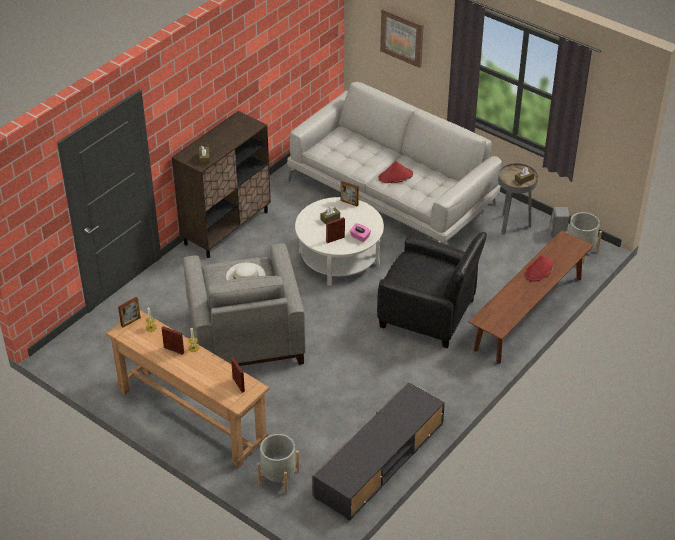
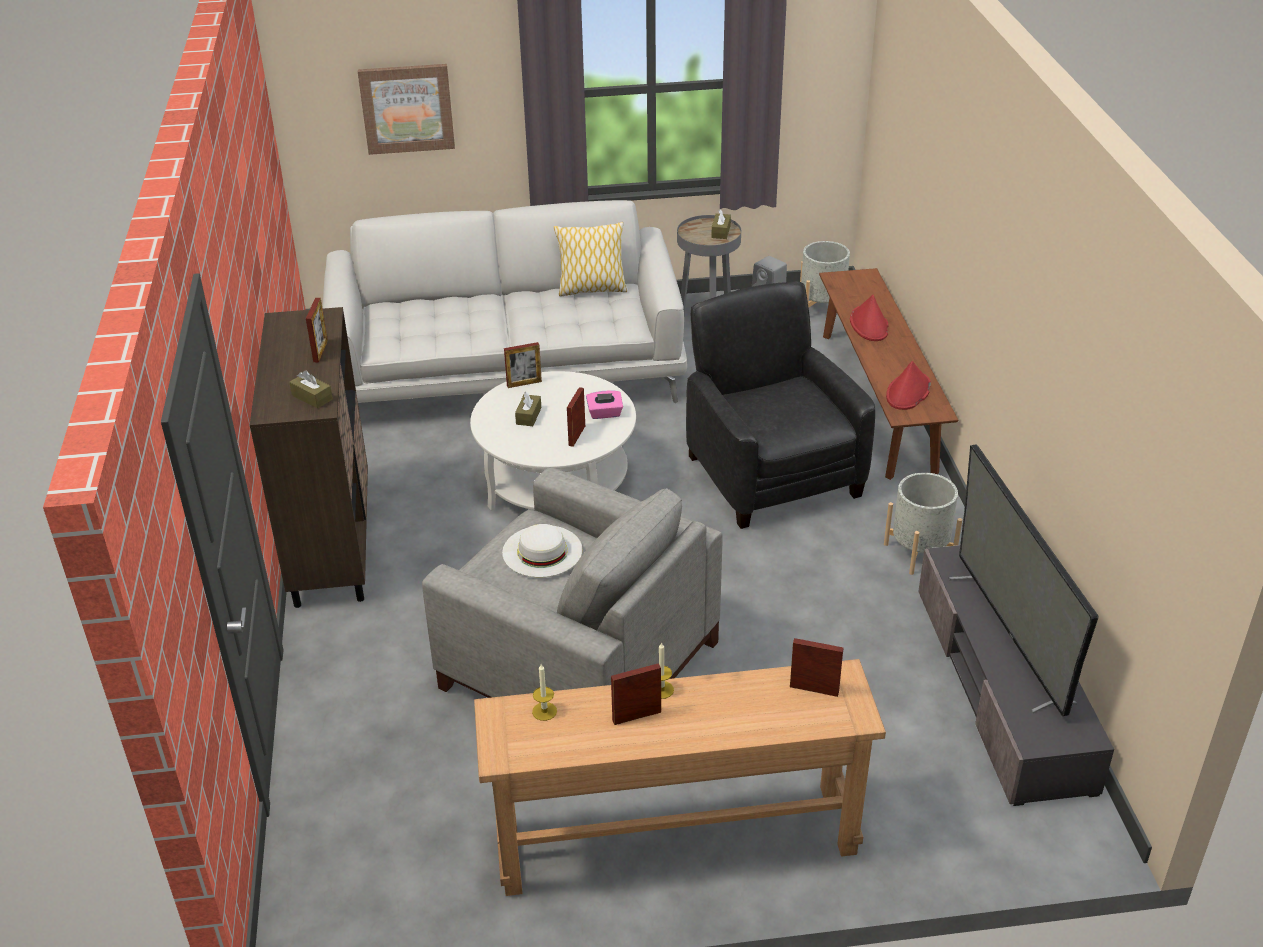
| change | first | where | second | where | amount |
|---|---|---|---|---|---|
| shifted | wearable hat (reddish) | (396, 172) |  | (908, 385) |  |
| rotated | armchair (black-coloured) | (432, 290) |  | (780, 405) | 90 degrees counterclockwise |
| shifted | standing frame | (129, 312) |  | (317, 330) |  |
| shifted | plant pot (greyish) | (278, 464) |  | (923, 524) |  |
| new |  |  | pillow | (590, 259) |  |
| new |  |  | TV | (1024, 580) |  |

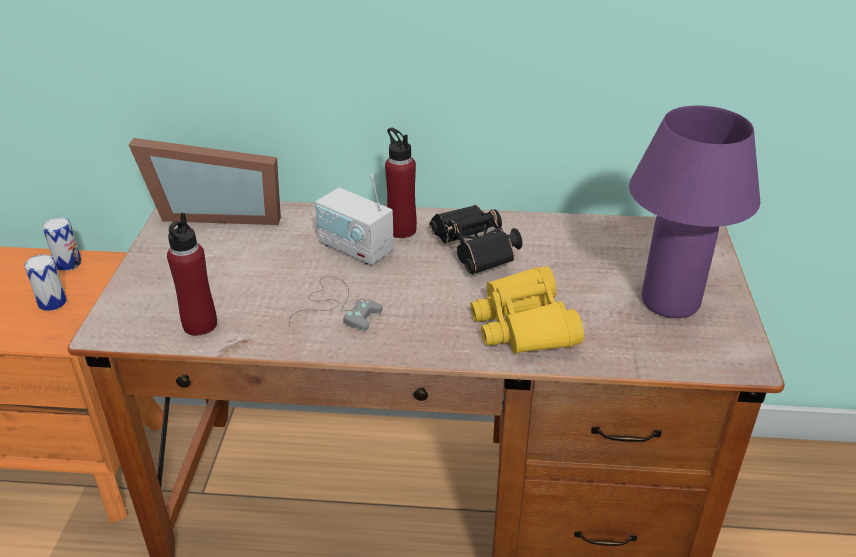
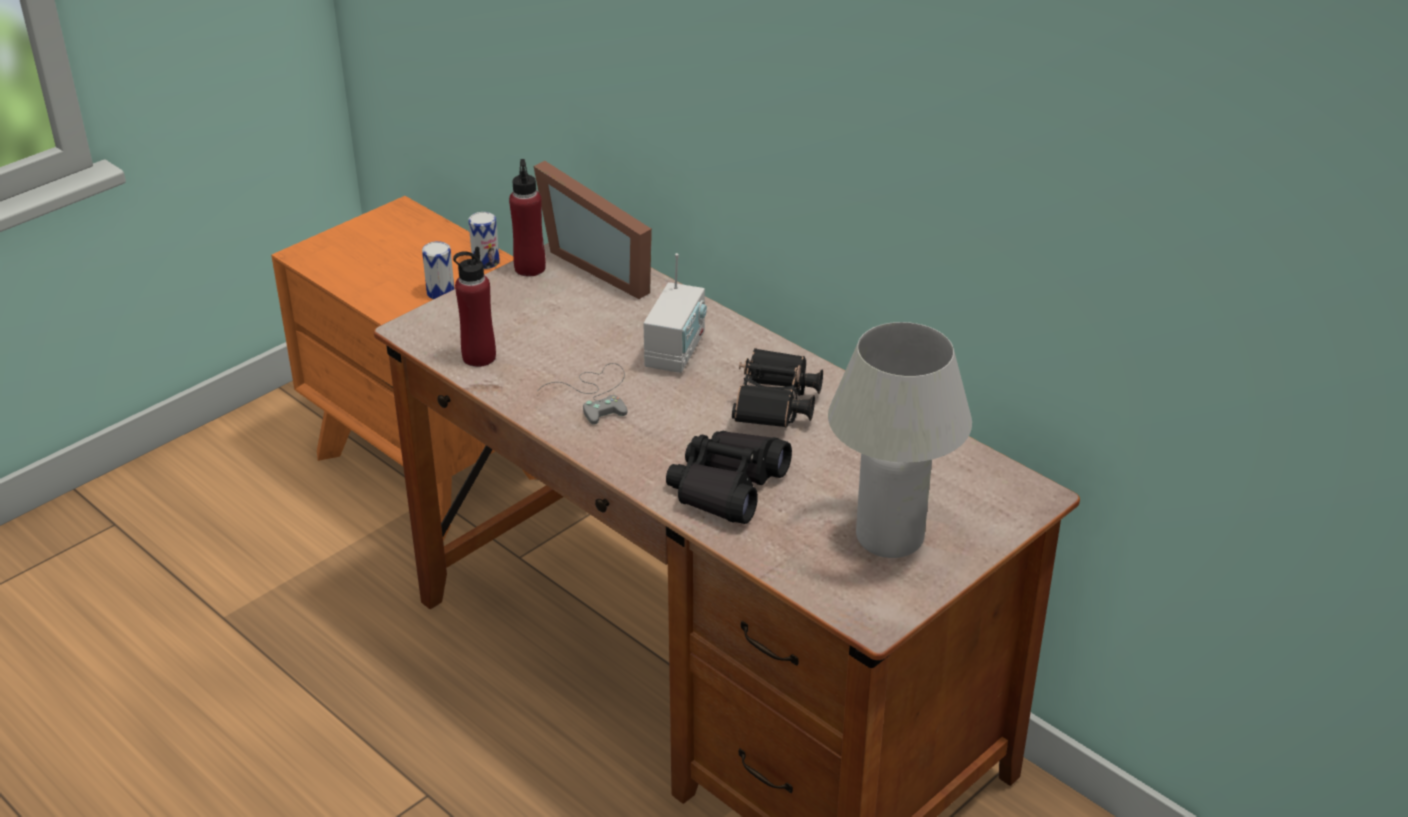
| change | first | where | second | where | amount |
|---|---|---|---|---|---|
| repainted | table lamp (purple-coloured) | (694, 211) | table lamp (white) | (900, 440) |  |
| shifted | bottle (reddish) | (401, 183) |  | (527, 218) |  |
| rotated | radio set | (354, 219) |  | (675, 313) | 150 degrees counterclockwise |
| repainted | field glasses (yellow-coloured) | (527, 310) | field glasses (black-coloured) | (729, 477) |  |

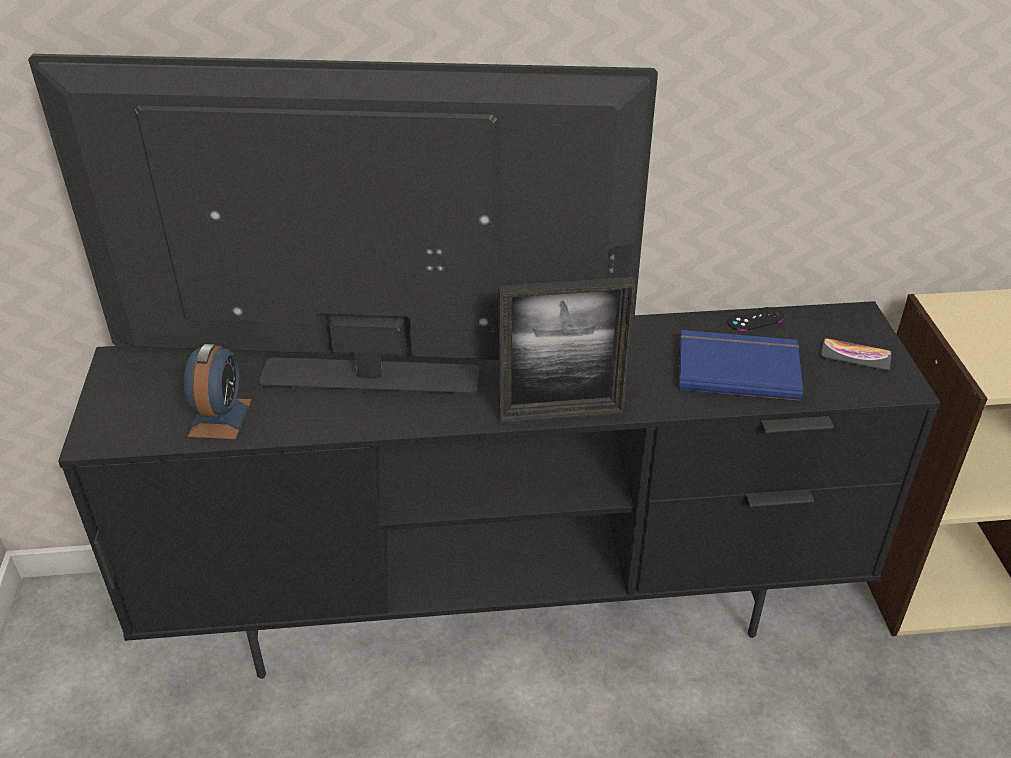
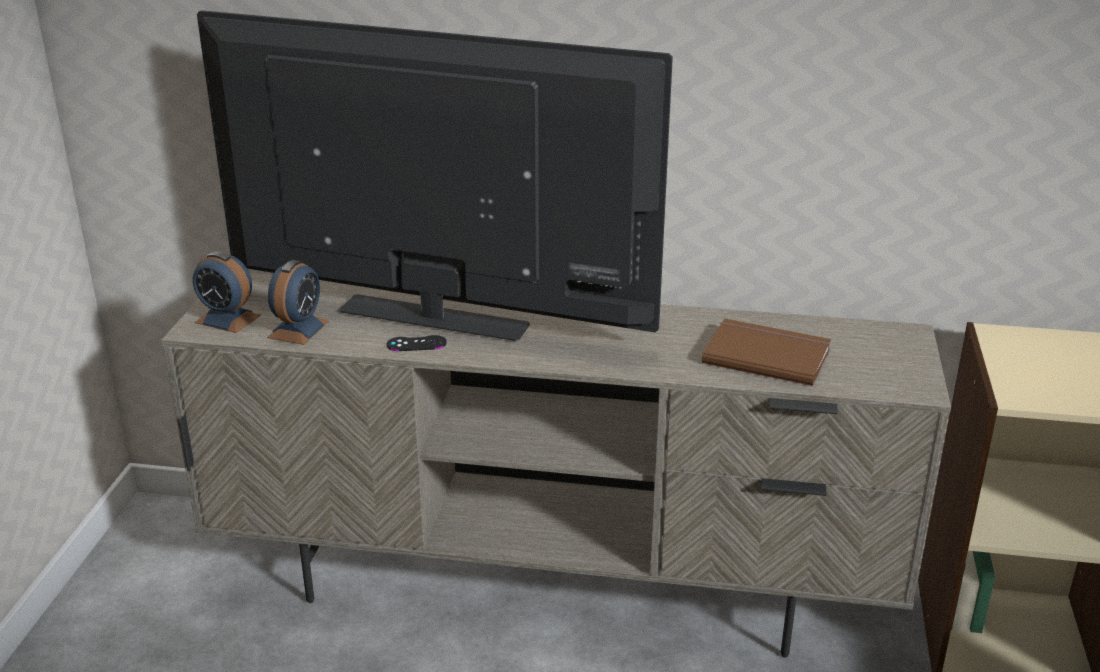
| change | first | where | second | where | amount |
|---|---|---|---|---|---|
| gone | standing frame | (566, 350) |  |  |  |
| repainted | tv unit (black-coloured) | (499, 490) | tv unit (beige-coloured) | (556, 465) |  |
| shifted | game controller (black-coloured) | (755, 319) |  | (417, 343) |  |
| repainted | book (bluish) | (741, 365) | book (brown-coloured) | (766, 352) |  |
| gone | phone | (856, 354) |  |  |  |
| new |  |  | bedside clock | (227, 292) |  |

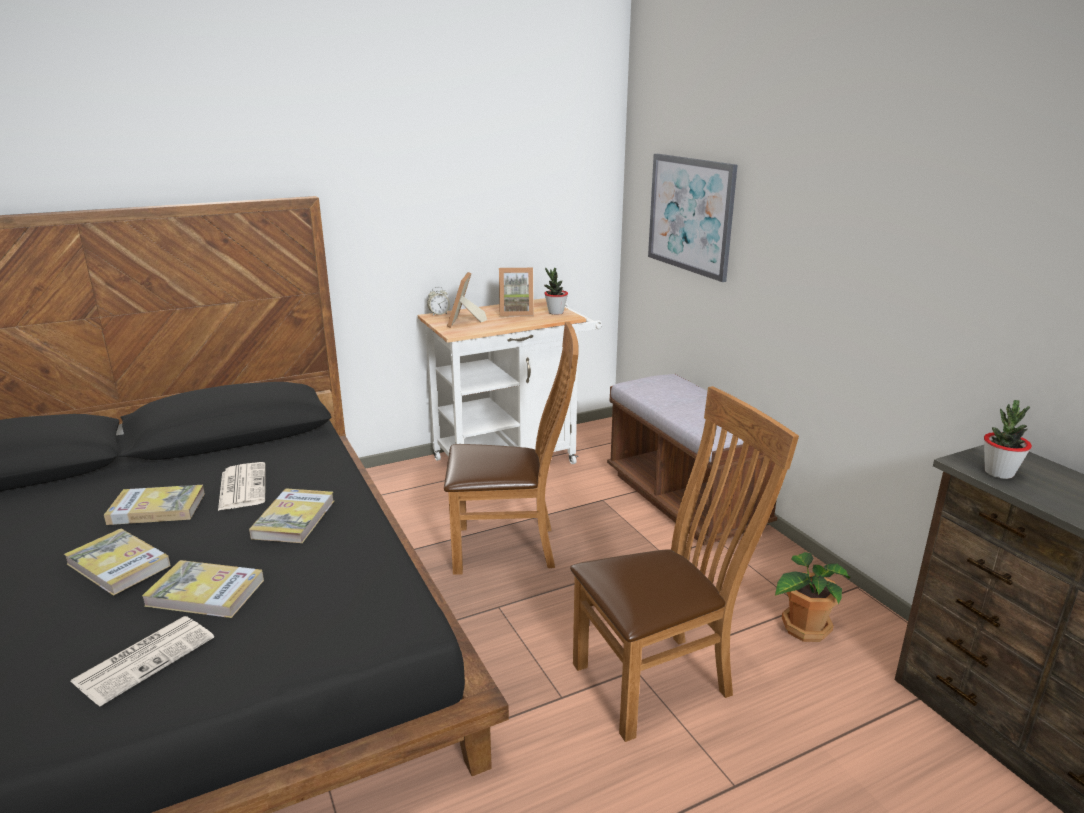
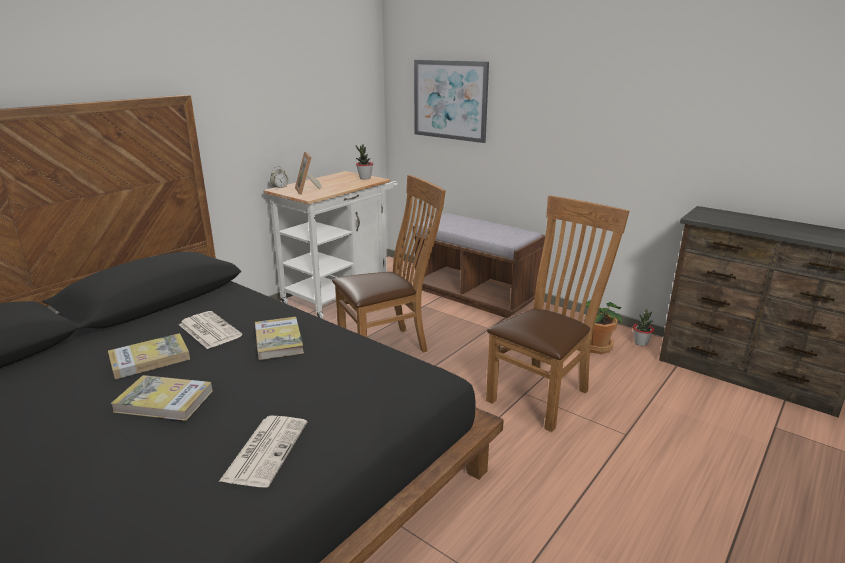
| change | first | where | second | where | amount |
|---|---|---|---|---|---|
| gone | standing frame | (516, 292) |  |  |  |
| shifted | potted plant | (1008, 439) |  | (643, 327) |  |
| gone | book | (203, 589) |  |  |  |

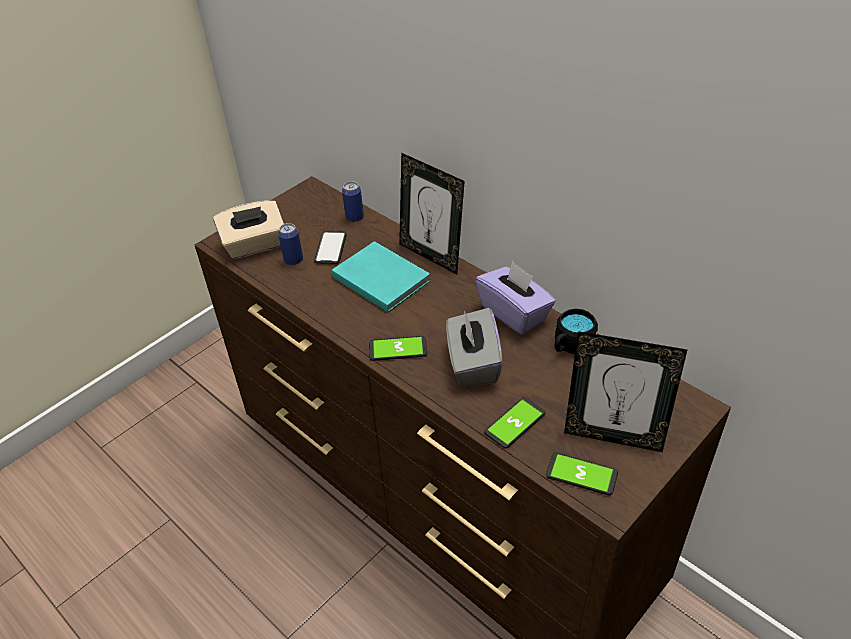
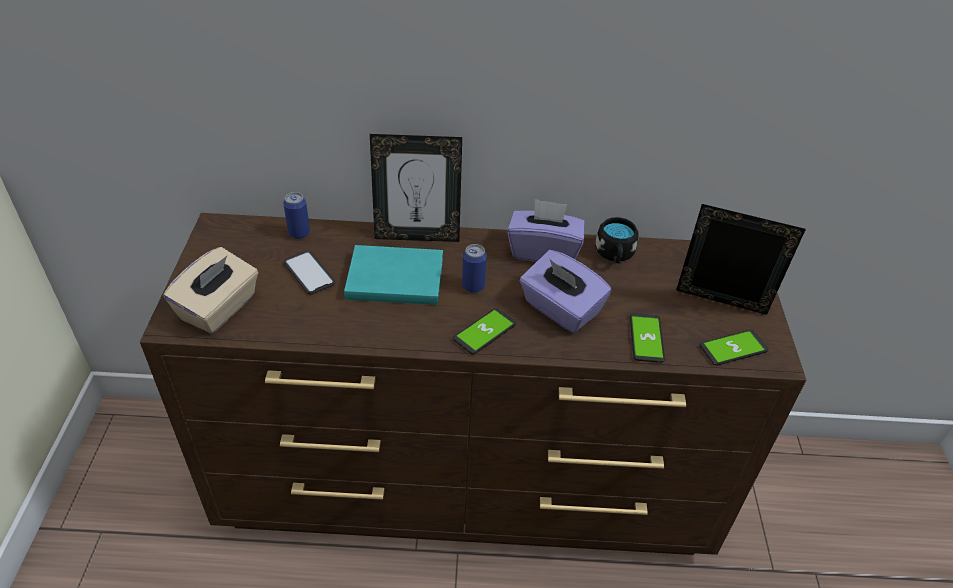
| change | first | where | second | where | amount |
|---|---|---|---|---|---|
| shifted | metal can | (290, 244) |  | (474, 268) |  |
| repainted | box of tissues (greyish) | (474, 347) | box of tissues (purple-coloured) | (566, 291) |  |
| rotated | standing frame | (625, 391) |  | (741, 259) | 135 degrees counterclockwise |

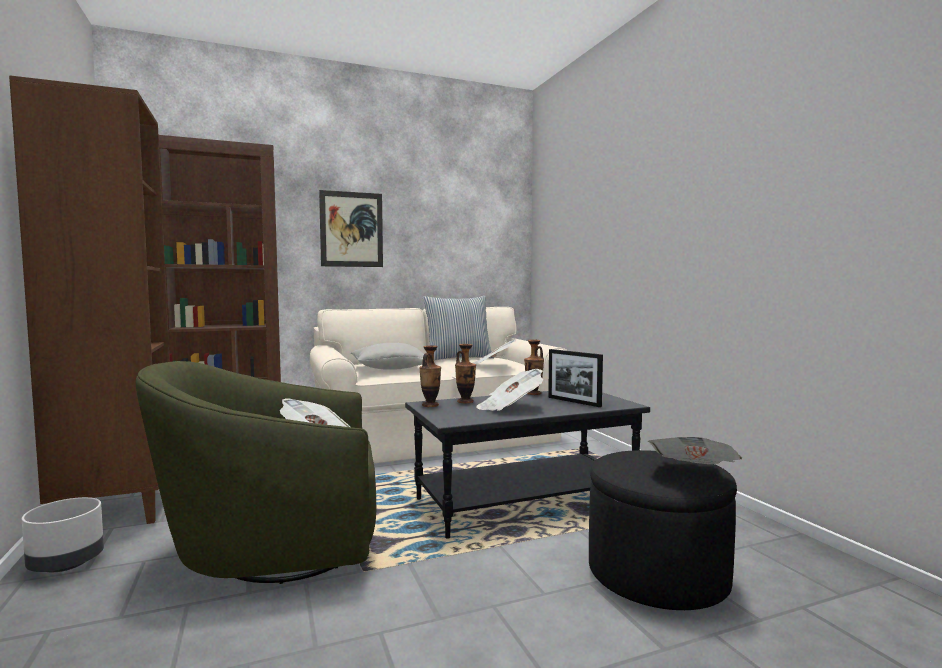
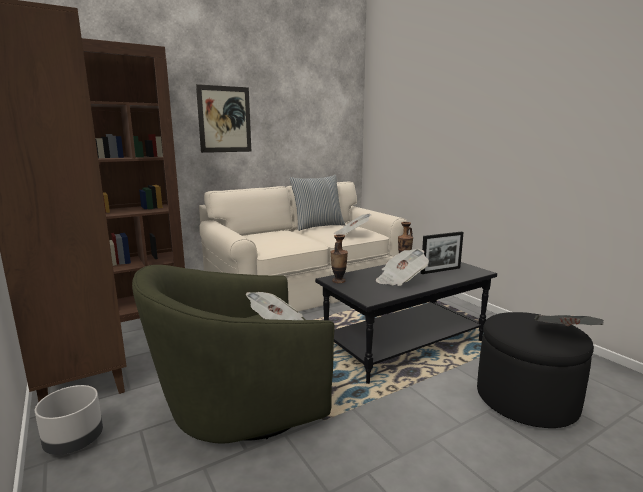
| change | first | where | second | where | amount |
|---|---|---|---|---|---|
| gone | pillow (greyish) | (387, 356) |  |  |  |
| gone | decorative vase | (465, 373) |  |  |  |
| rotated | standing frame | (575, 378) |  | (442, 253) | 60 degrees counterclockwise |

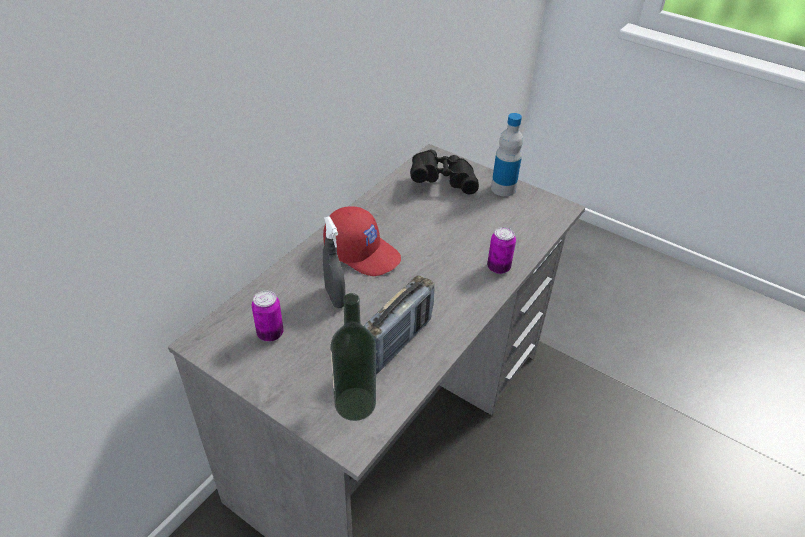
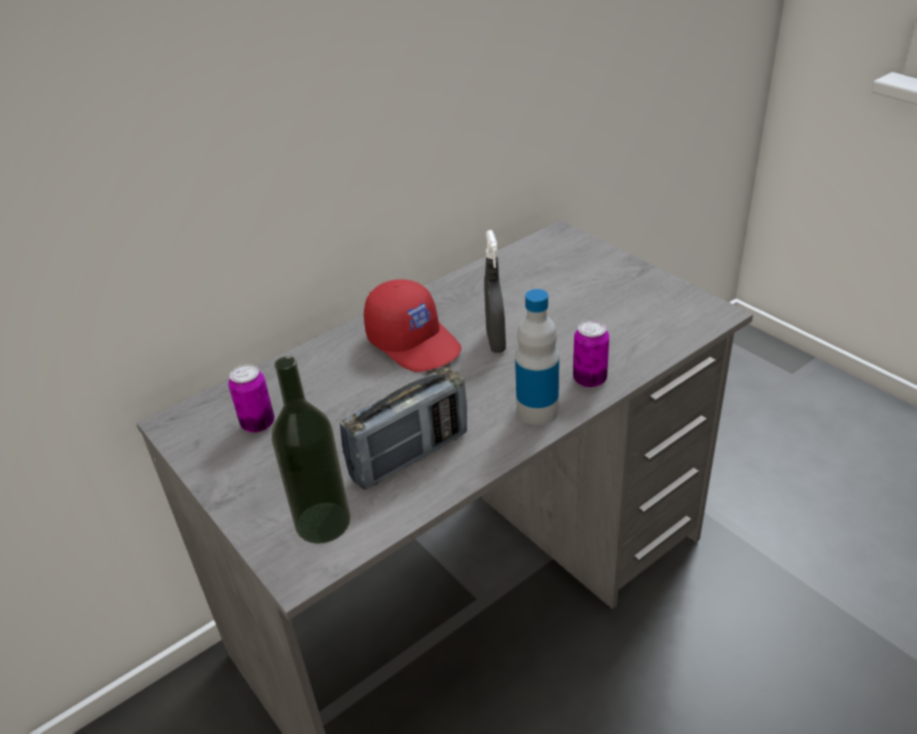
| change | first | where | second | where | amount |
|---|---|---|---|---|---|
| shifted | bottle | (507, 155) |  | (537, 357) |  |
| gone | field glasses (black-coloured) | (444, 172) |  |  |  |
| shifted | hand sprayer (greyish) | (334, 262) |  | (495, 291) |  |

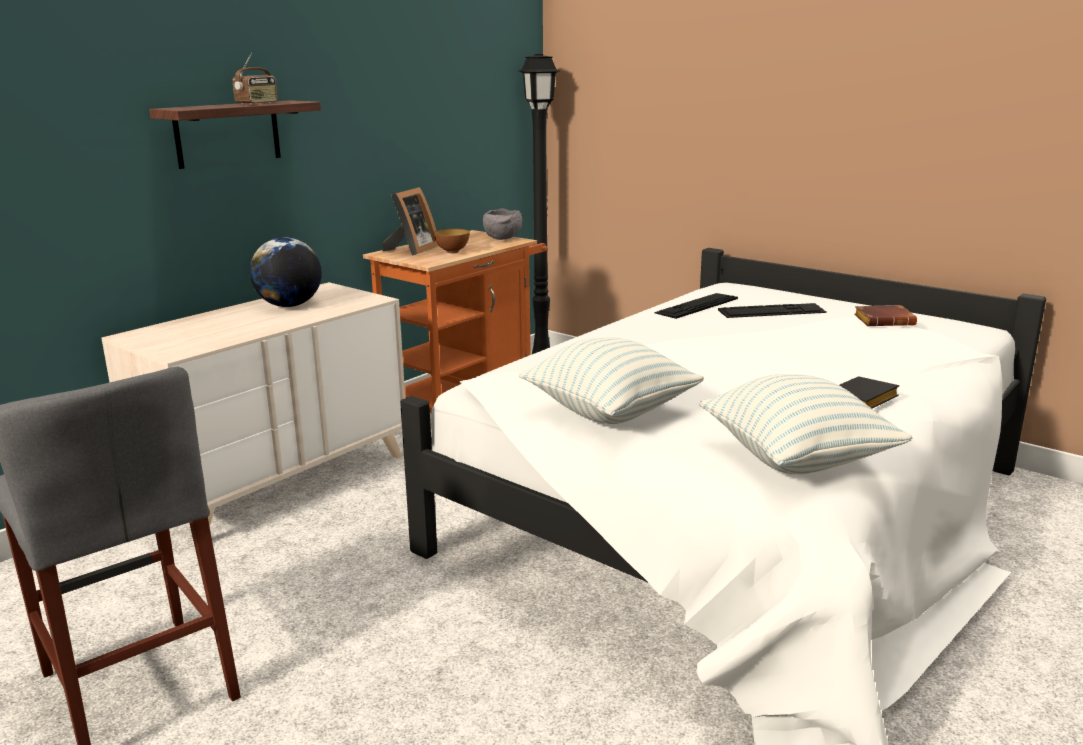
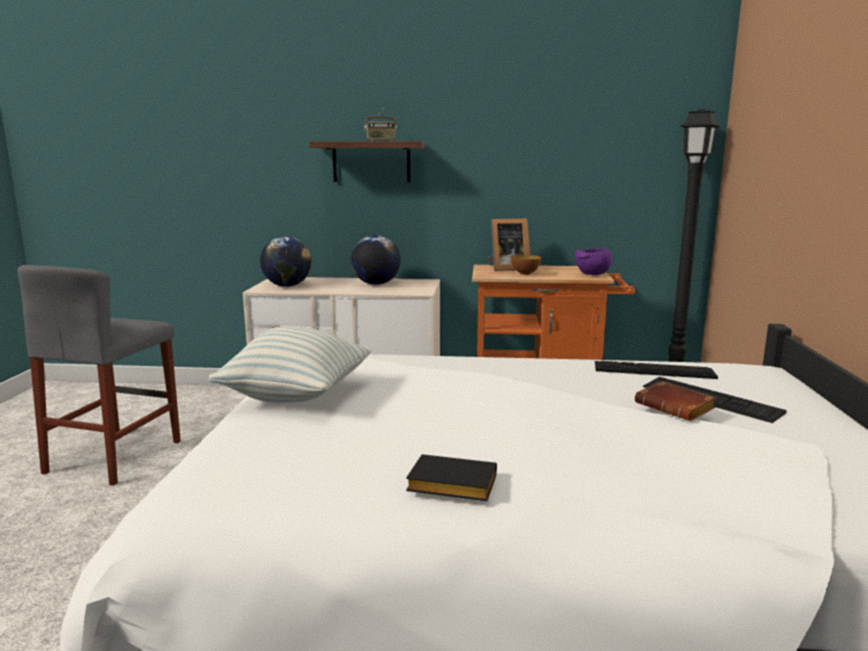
| change | first | where | second | where | amount |
|---|---|---|---|---|---|
| repainted | deep dish (greyish) | (502, 224) | deep dish (purple-coloured) | (593, 261) |  |
| shifted | book (brown-coloured) | (885, 315) |  | (675, 401) |  |
| gone | pillow | (806, 424) |  |  |  |
| new |  |  | world globe | (285, 261) |  |

